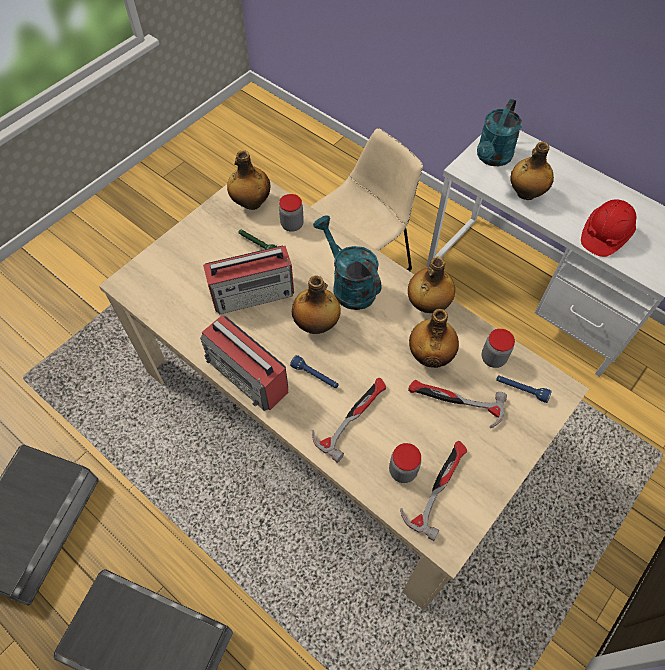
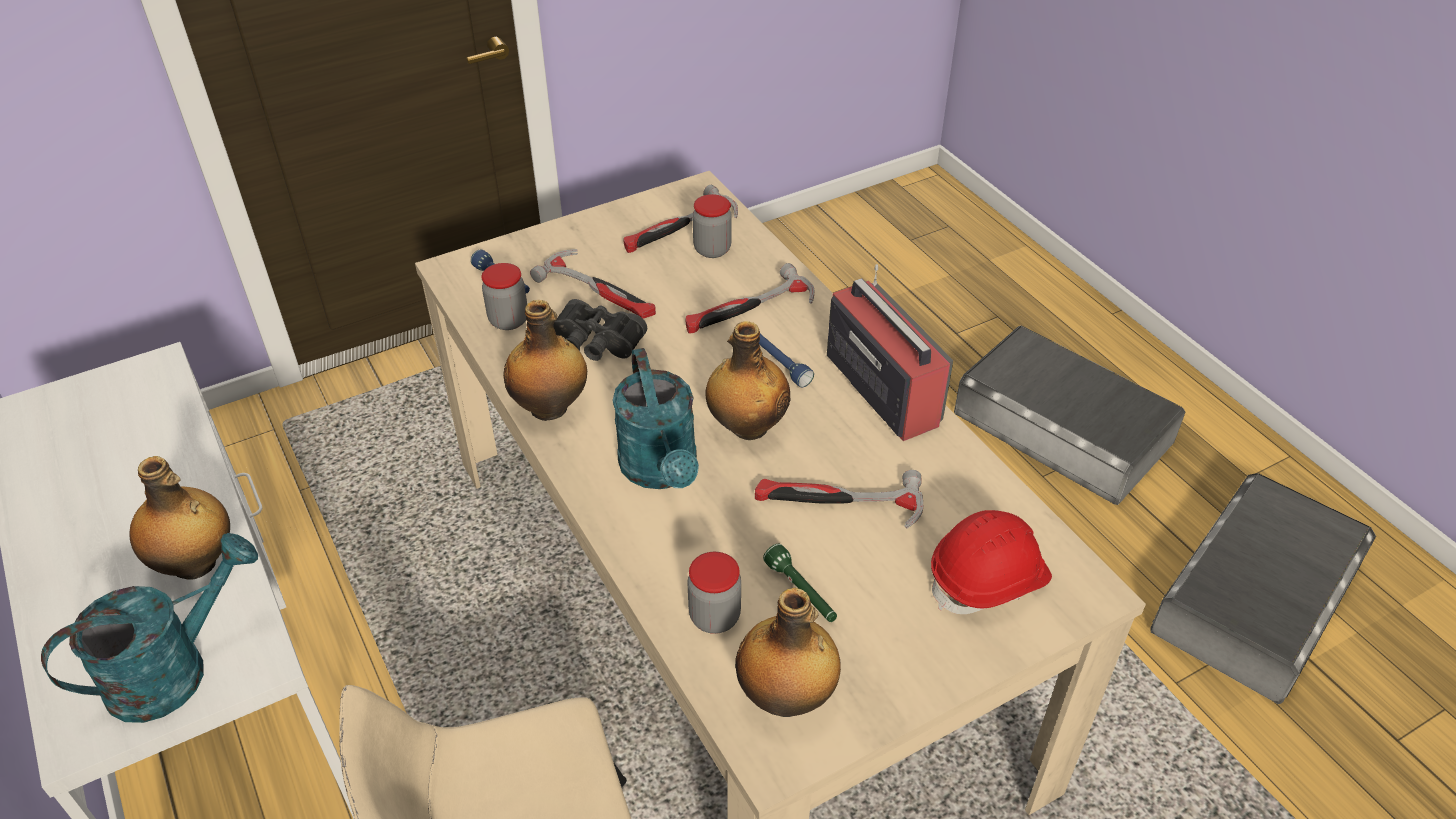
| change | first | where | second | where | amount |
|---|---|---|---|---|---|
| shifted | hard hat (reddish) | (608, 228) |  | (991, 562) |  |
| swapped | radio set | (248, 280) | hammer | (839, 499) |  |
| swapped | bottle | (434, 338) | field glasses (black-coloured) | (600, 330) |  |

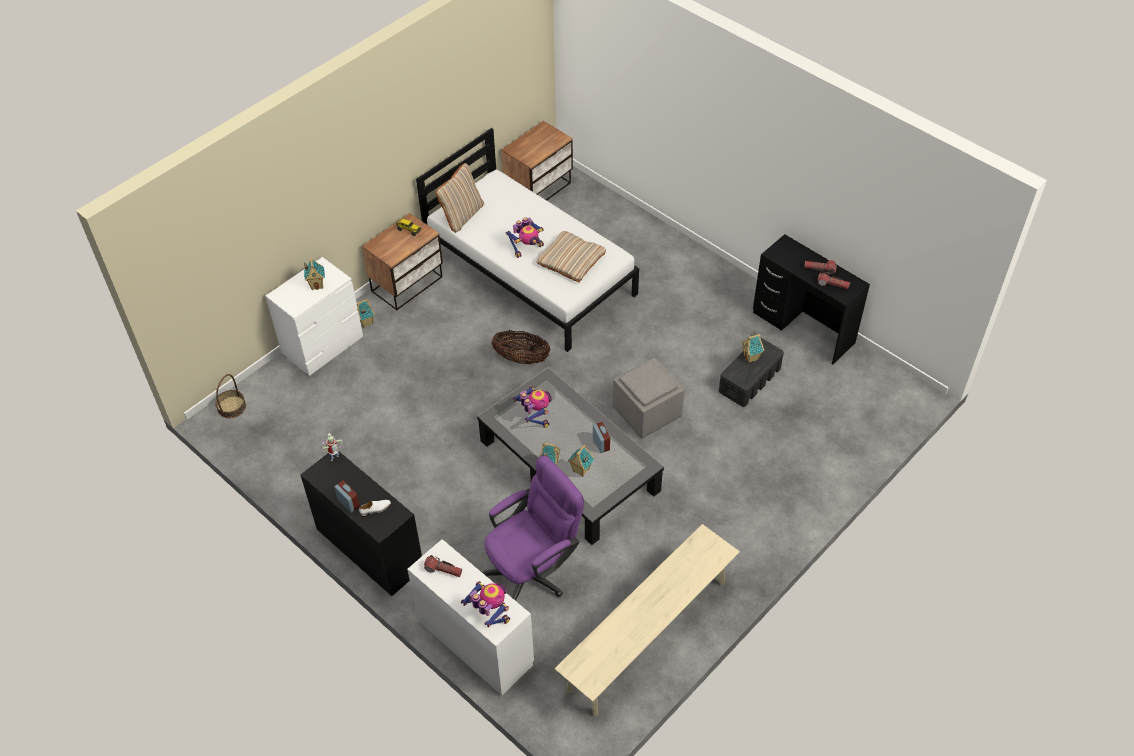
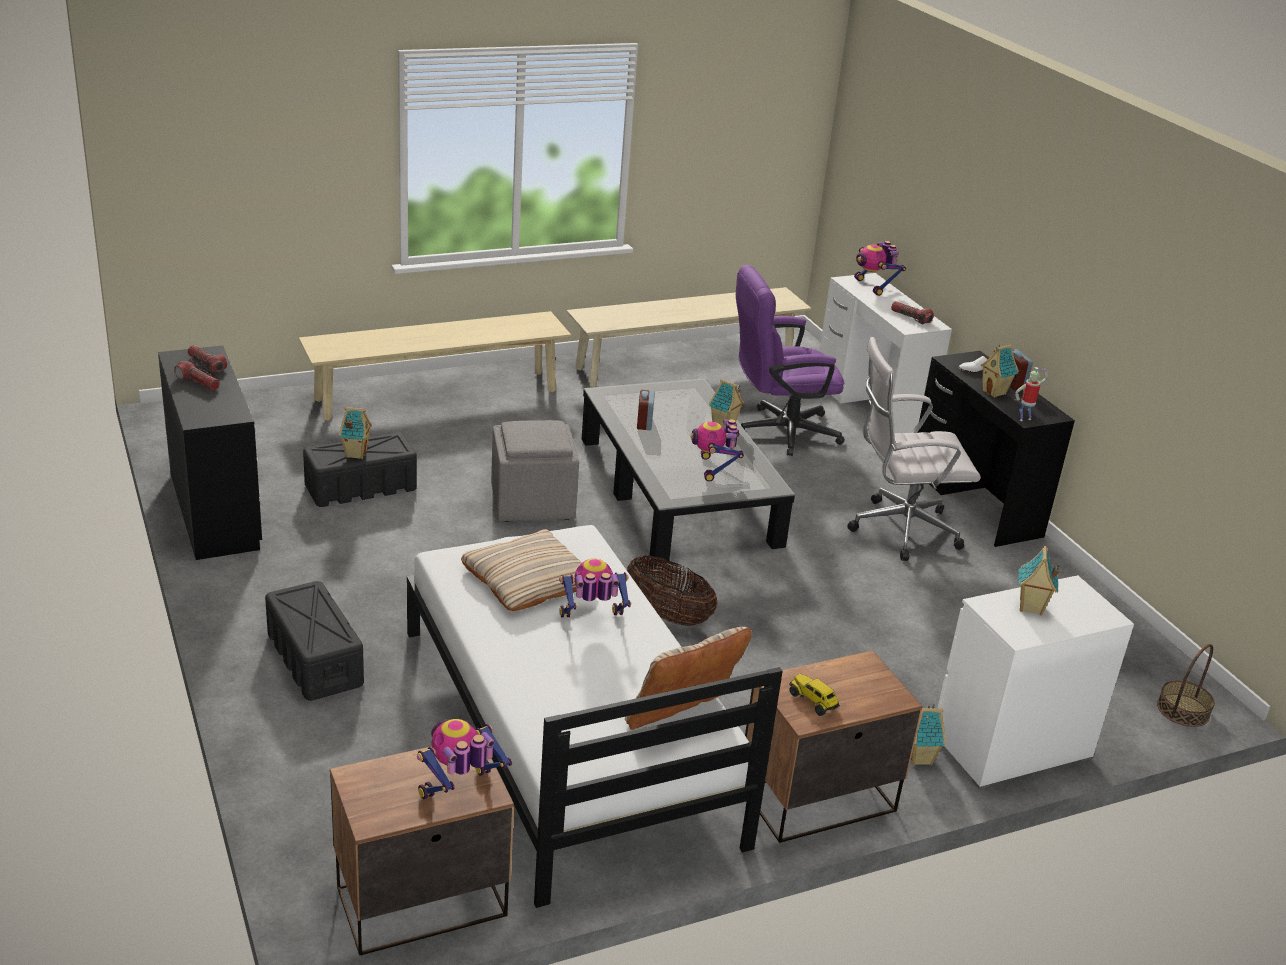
| change | first | where | second | where | amount |
|---|---|---|---|---|---|
| shifted | model house | (581, 460) |  | (1000, 371) |  |
| new |  |  | long seat (beige-coloured) | (435, 365) |  |
| new |  |  | computer chair (white) | (914, 449) |  |
| new |  |  | storage bin (black-coloured) | (314, 641) |  |
| new |  |  | toy robot | (464, 759) |  |

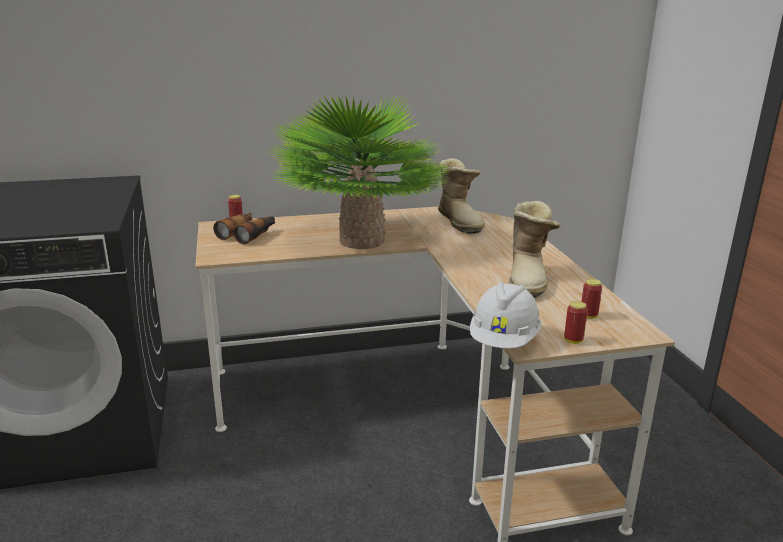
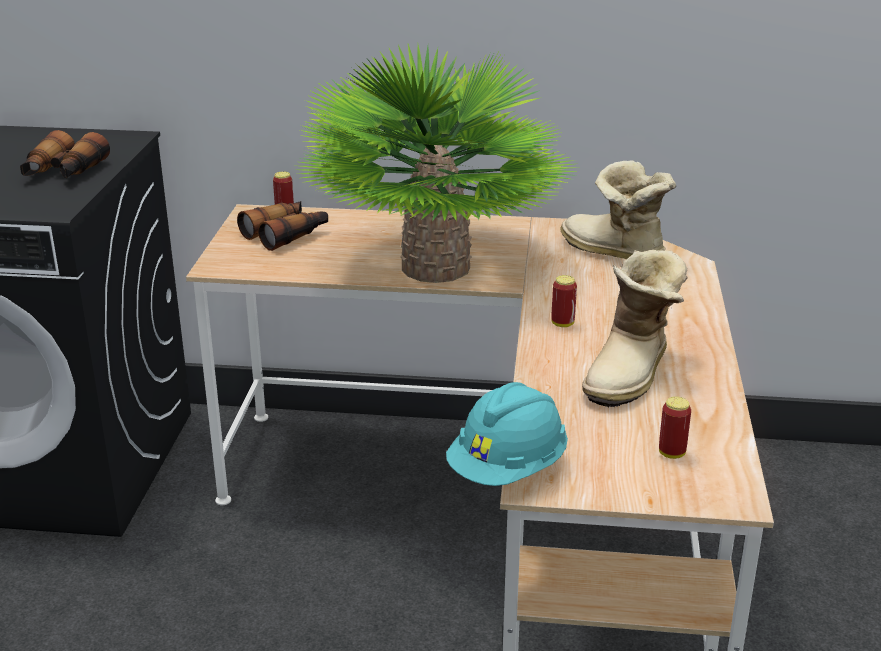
| change | first | where | second | where | amount |
|---|---|---|---|---|---|
| rotated | boot | (461, 196) |  | (618, 209) | 135 degrees clockwise |
| repainted | hard hat (white) | (505, 315) | hard hat (turquoise) | (507, 434) |  |
| shifted | metal can | (576, 322) |  | (564, 301) |  |
| new |  |  | field glasses | (65, 154) |  |

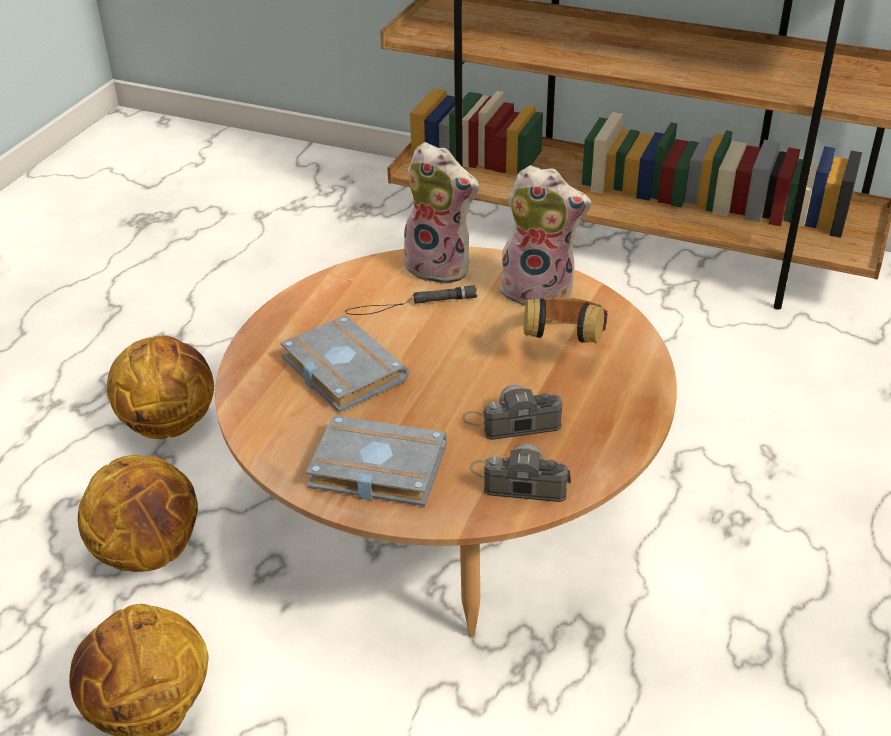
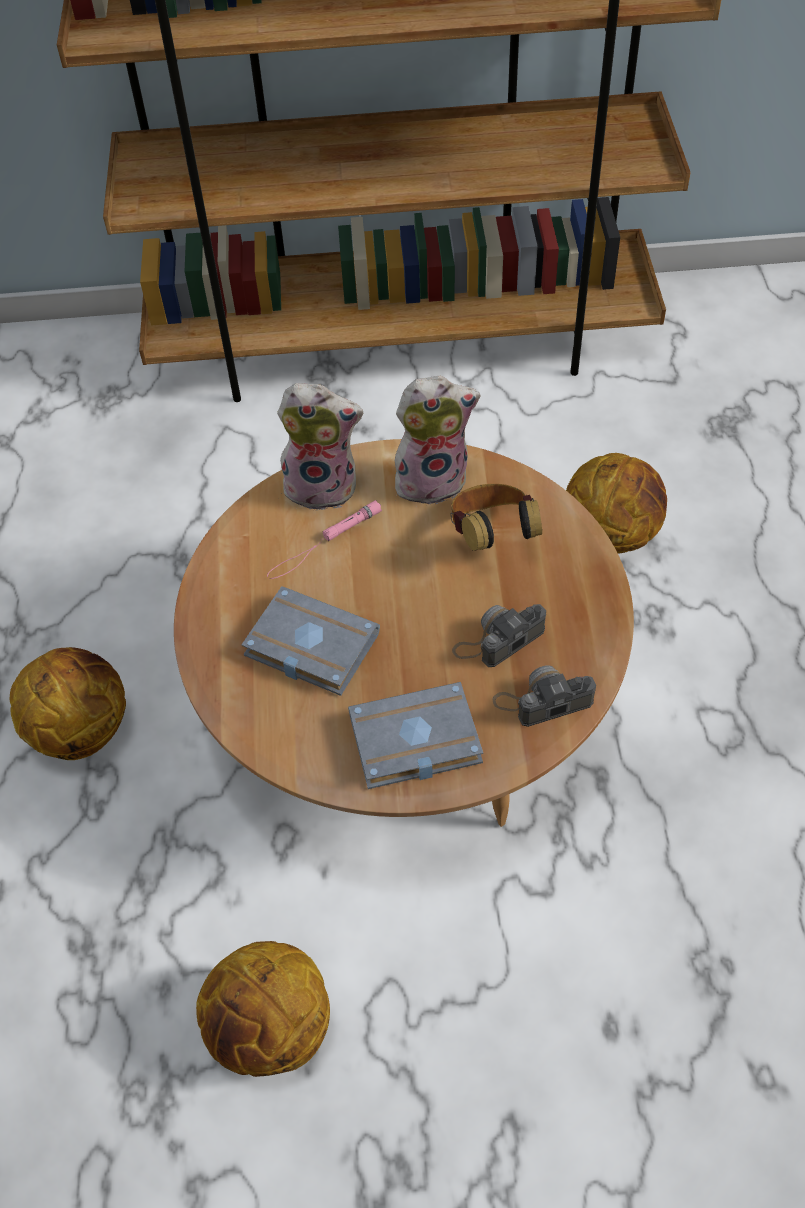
| change | first | where | second | where | amount |
|---|---|---|---|---|---|
| repainted | torch (black-coloured) | (411, 300) | torch (pink) | (324, 539) |  |
| shifted | ball for basketball | (138, 513) |  | (616, 503) |  |

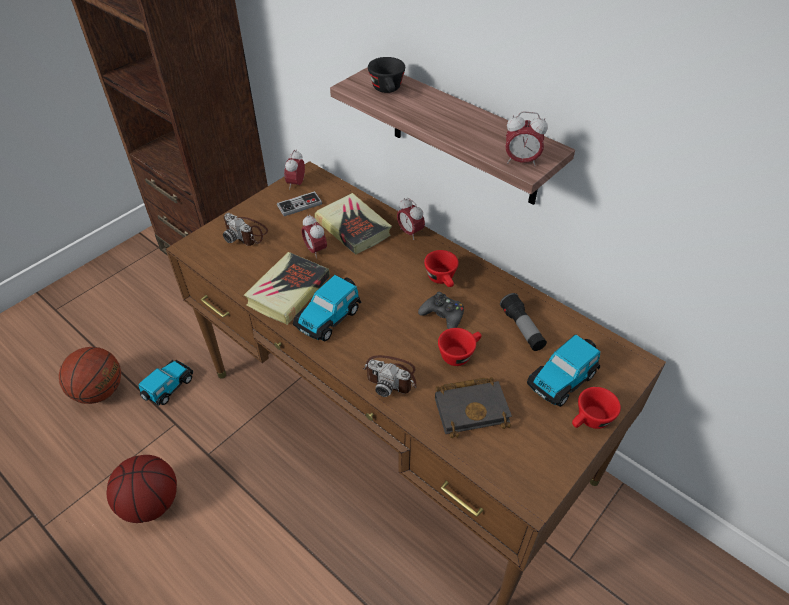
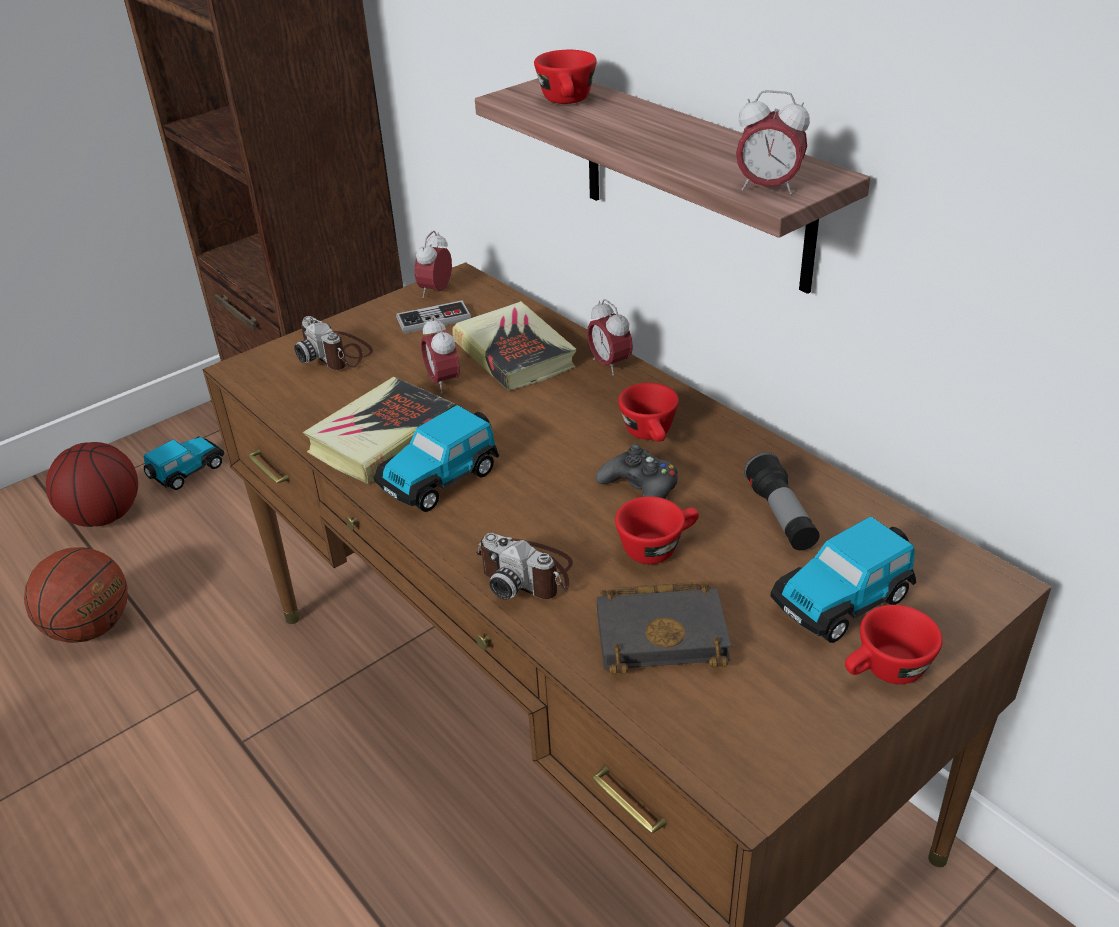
| change | first | where | second | where | amount |
|---|---|---|---|---|---|
| repainted | small cup (black-coloured) | (386, 75) | small cup (reddish) | (565, 77) |  |
| shifted | miniature car | (165, 383) |  | (184, 463) |  |
| shifted | ball for basketball | (142, 489) |  | (92, 484) |  |

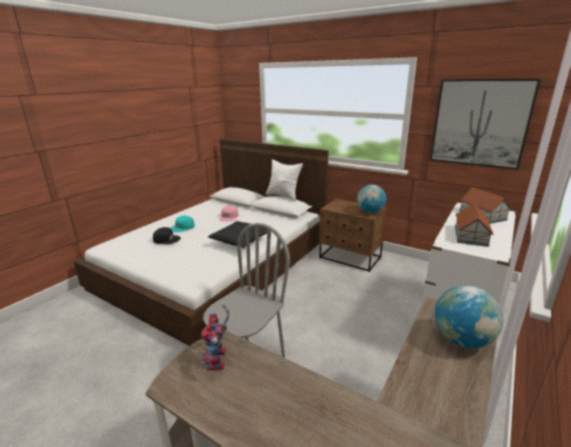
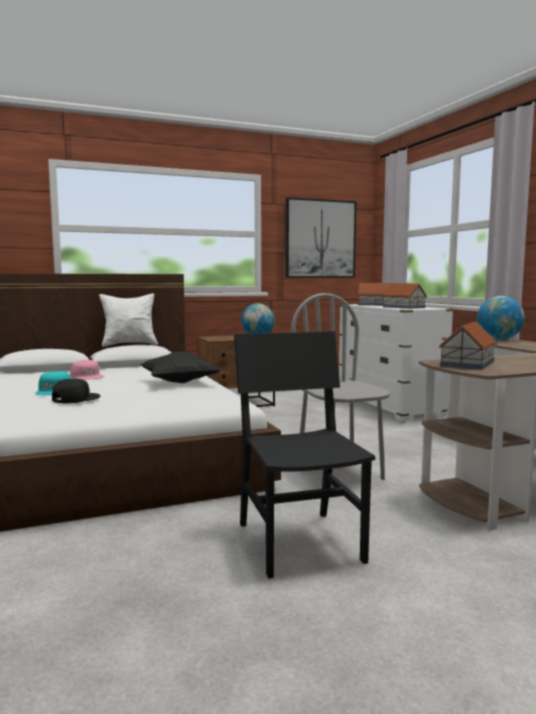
| change | first | where | second | where | amount |
|---|---|---|---|---|---|
| swapped | toy robot | (214, 338) | model house | (467, 345) |  |
| new |  |  | chair (black-coloured) | (305, 454) |  |

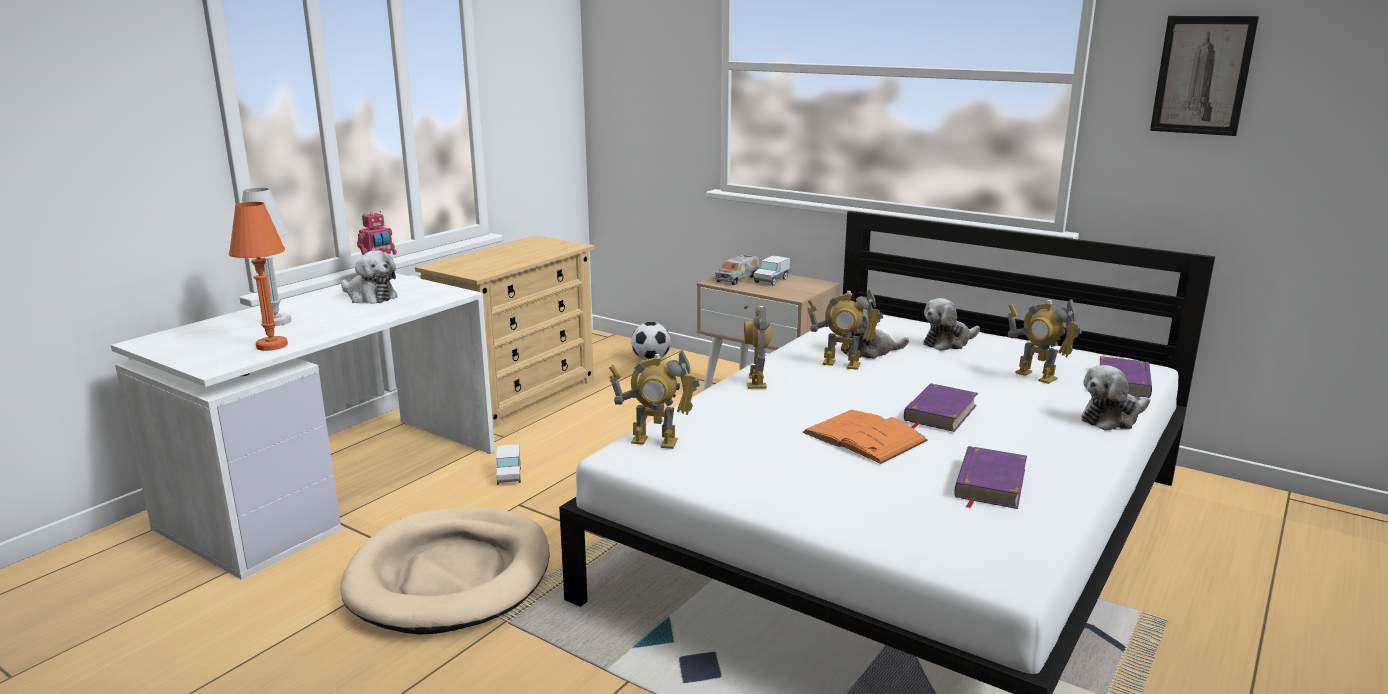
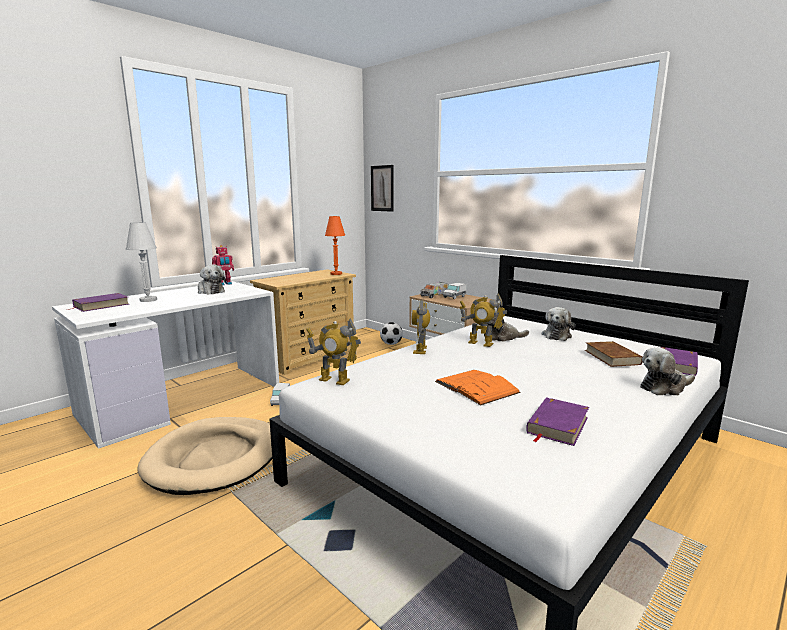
| change | first | where | second | where | amount |
|---|---|---|---|---|---|
| shifted | wall art | (1204, 76) |  | (382, 188) |  |
| shifted | table lamp (orange-coloured) | (258, 276) |  | (335, 245) |  |
| rotated | plush toy | (951, 324) |  | (558, 324) | 45 degrees counterclockwise |
| swapped | toy robot | (1044, 341) | book (brown-coloured) | (614, 354) |  |
| shifted | book (purple-coloured) | (941, 407) |  | (98, 302) |  |

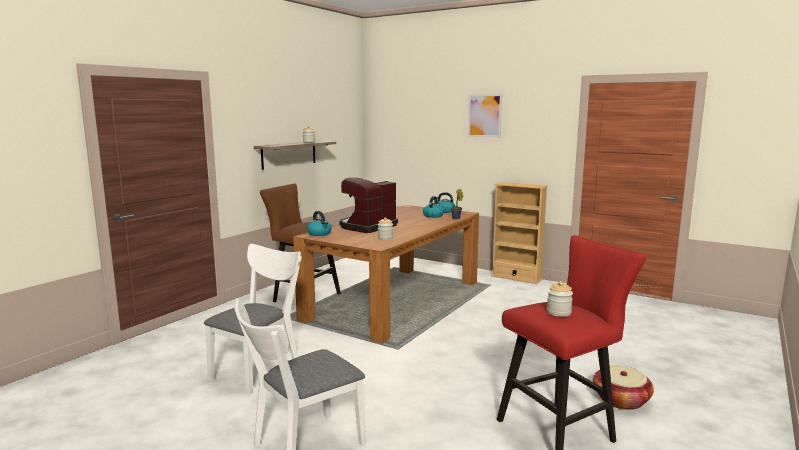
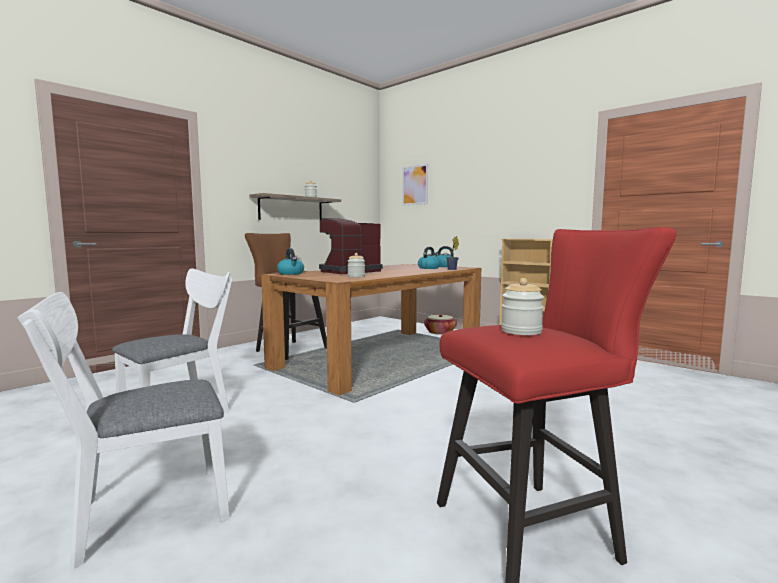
| change | first | where | second | where | amount |
|---|---|---|---|---|---|
| shifted | wall art | (485, 116) |  | (415, 185) |  |
| shifted | household basket | (623, 387) |  | (440, 325) |  |

